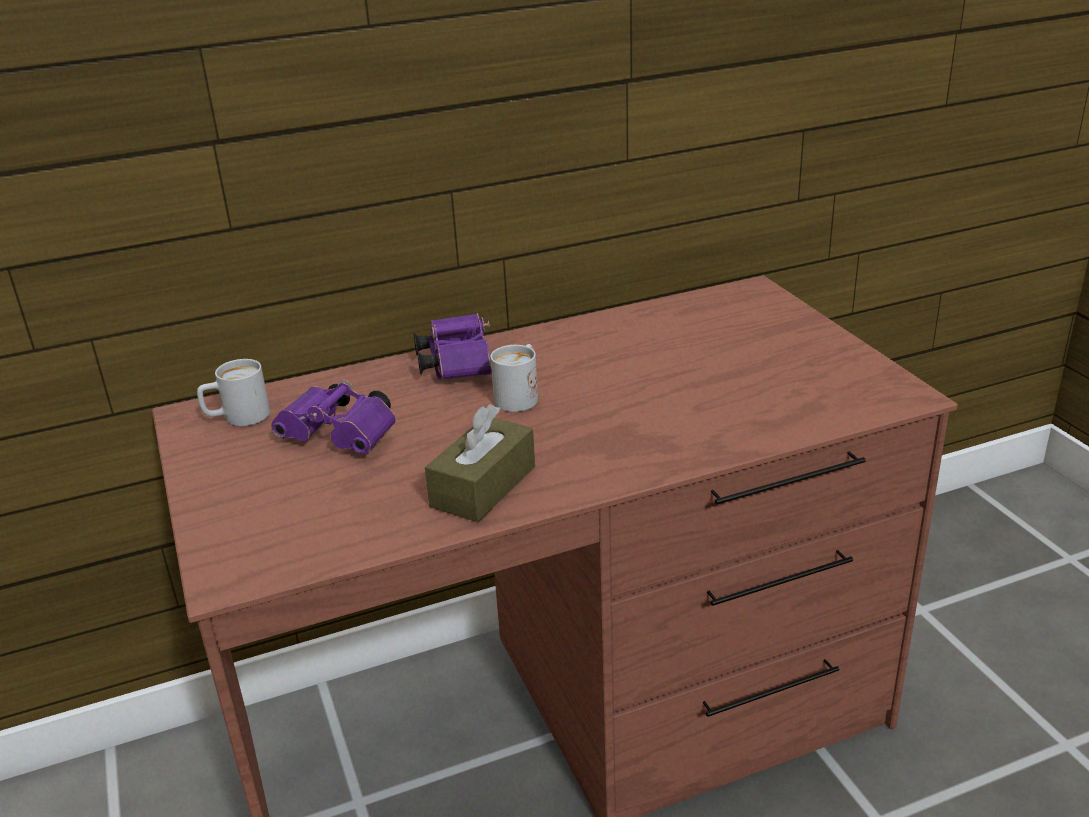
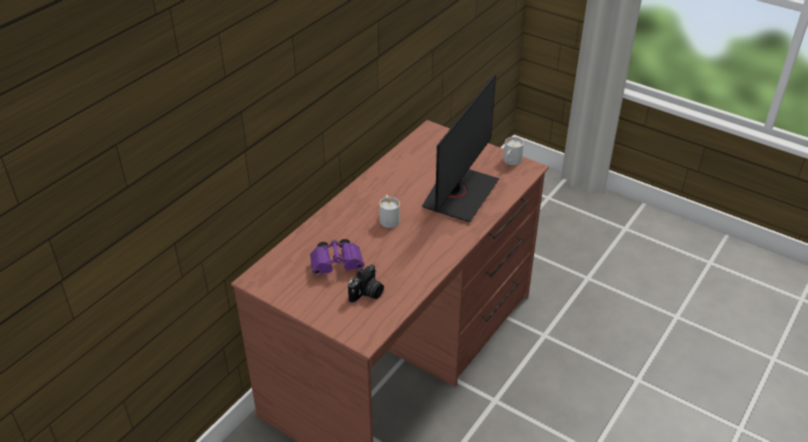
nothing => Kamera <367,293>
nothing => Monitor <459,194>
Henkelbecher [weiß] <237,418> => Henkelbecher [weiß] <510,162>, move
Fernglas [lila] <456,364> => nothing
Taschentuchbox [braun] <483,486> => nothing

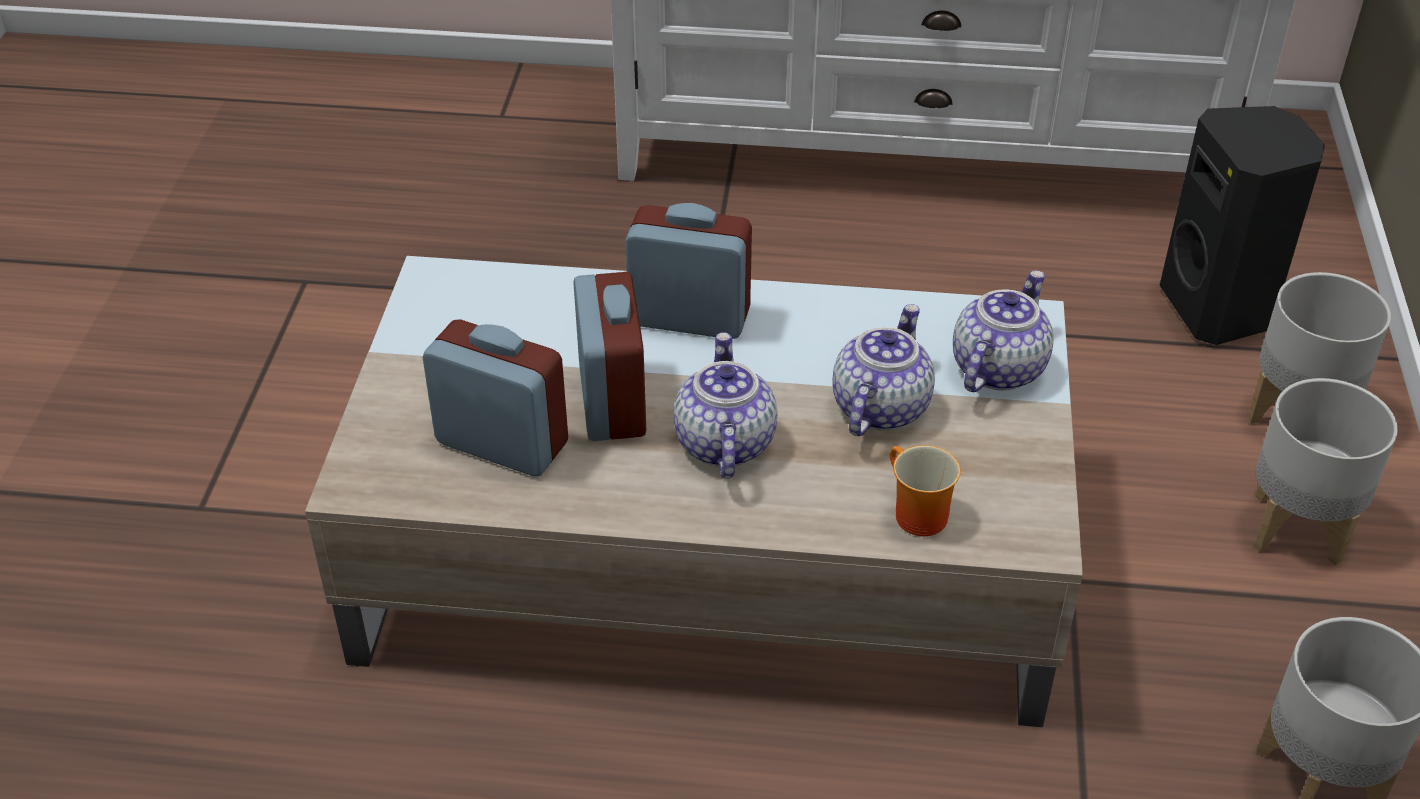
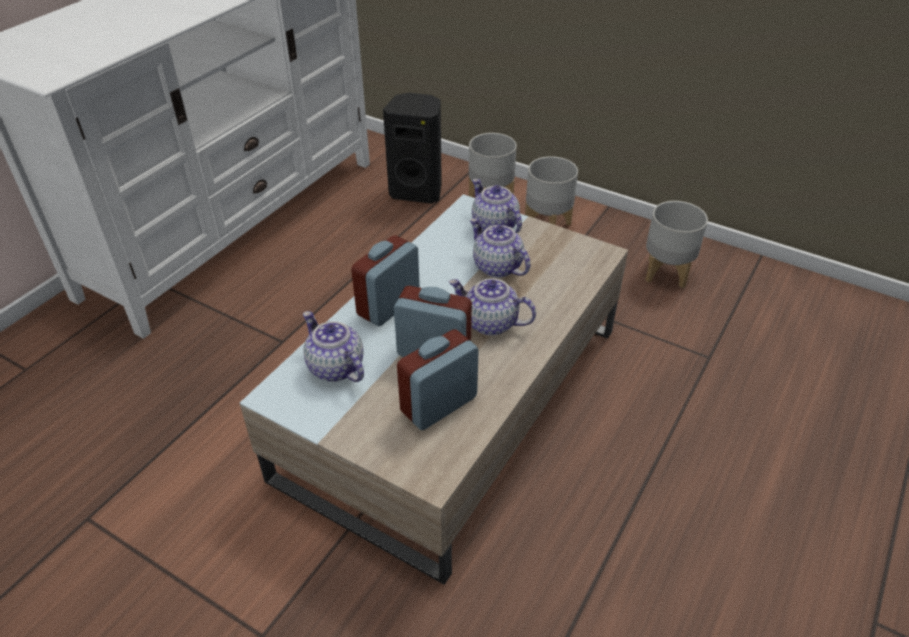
nothing => Teekanne <334,367>
Henkelbecher <913,515> => nothing

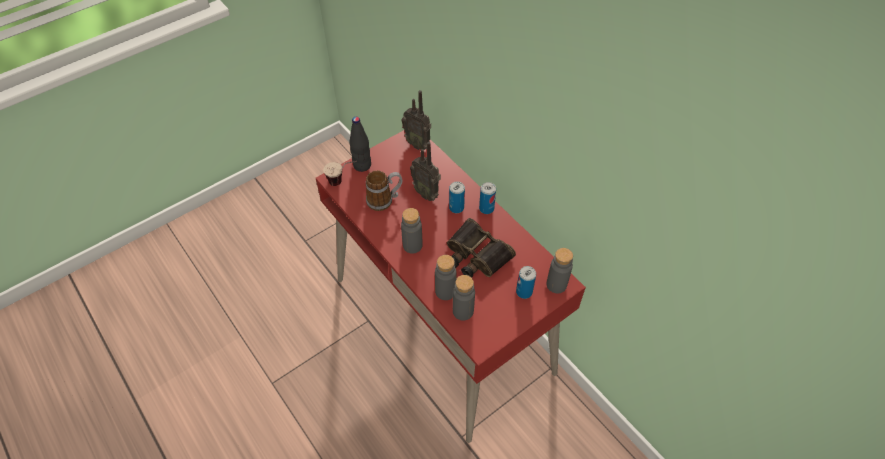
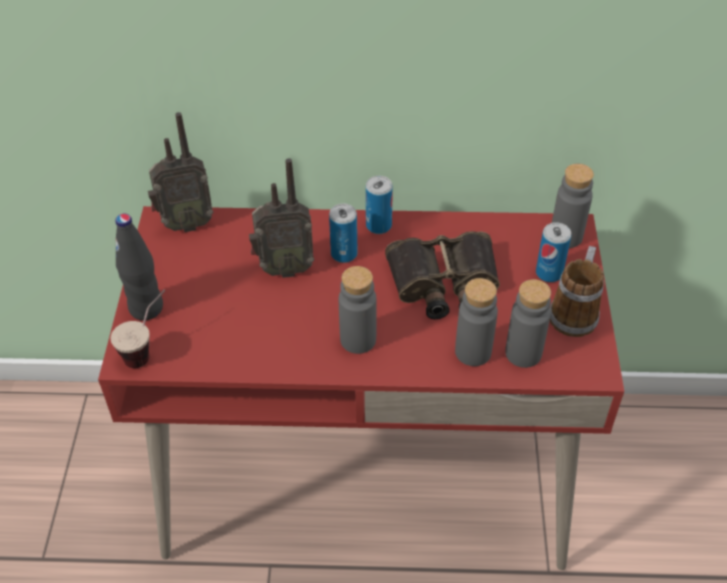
Henkelbecher <385,200> => Henkelbecher <575,311>, move

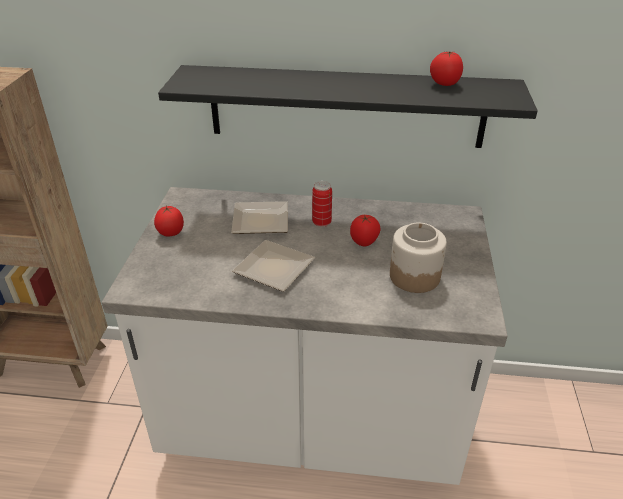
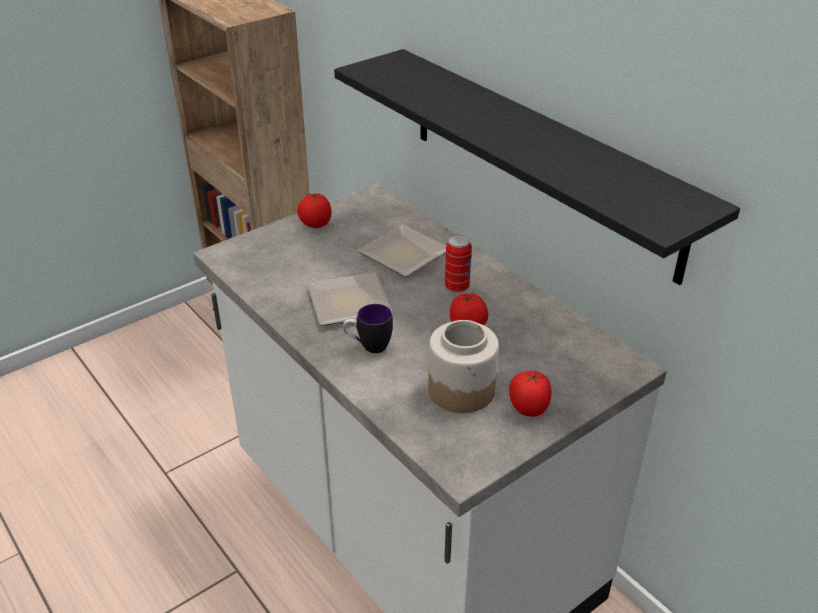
nothing => Henkelbecher <368,347>
Tomate <444,84> => Tomate <528,409>, move

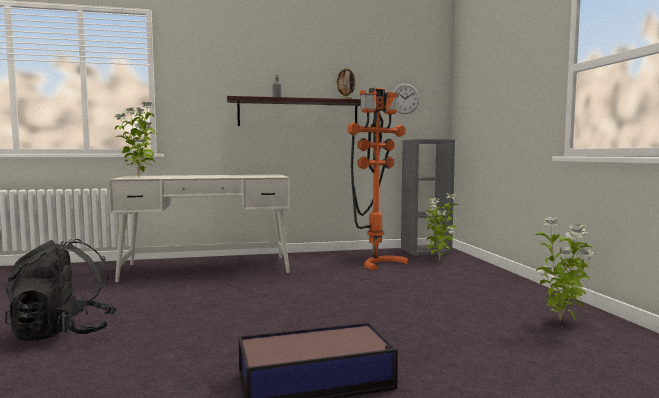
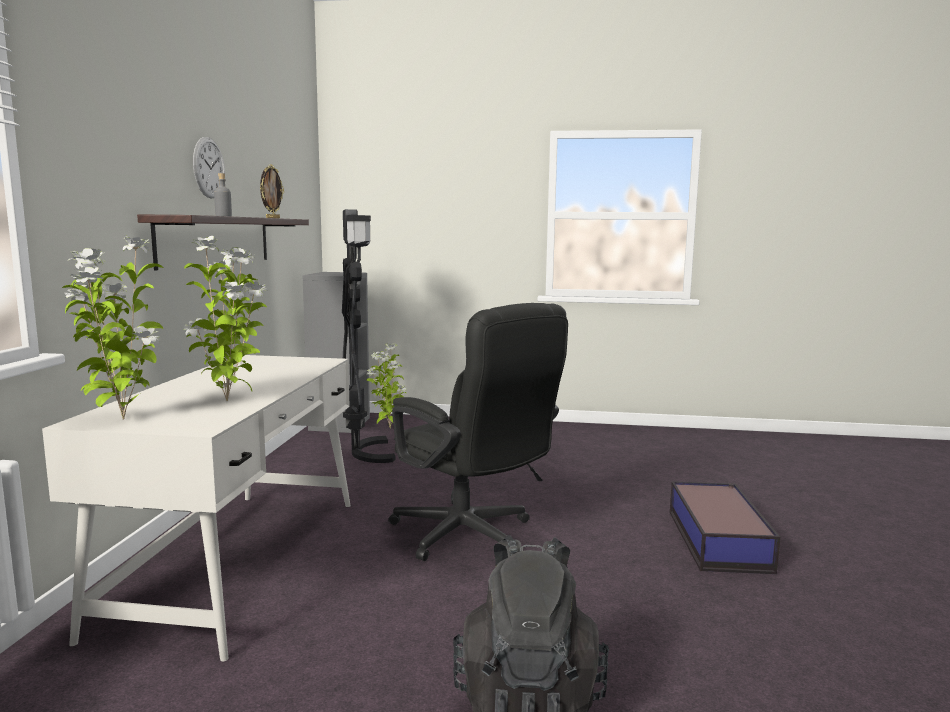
Topfpflanze <562,321> => Topfpflanze <230,400>, move
Wanduhr <405,98> => Wanduhr <209,167>, move
Stehlampe [orange] <377,262> => Stehlampe [schwarz] <360,453>
nothing => Bürostuhl [schwarz] <471,537>

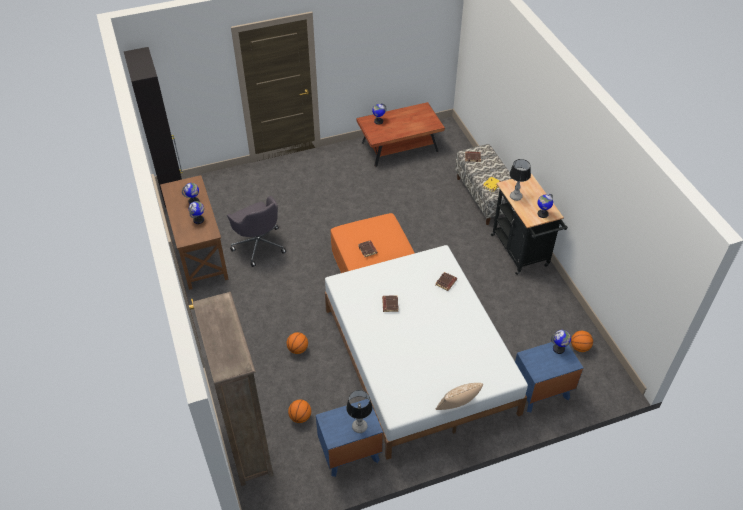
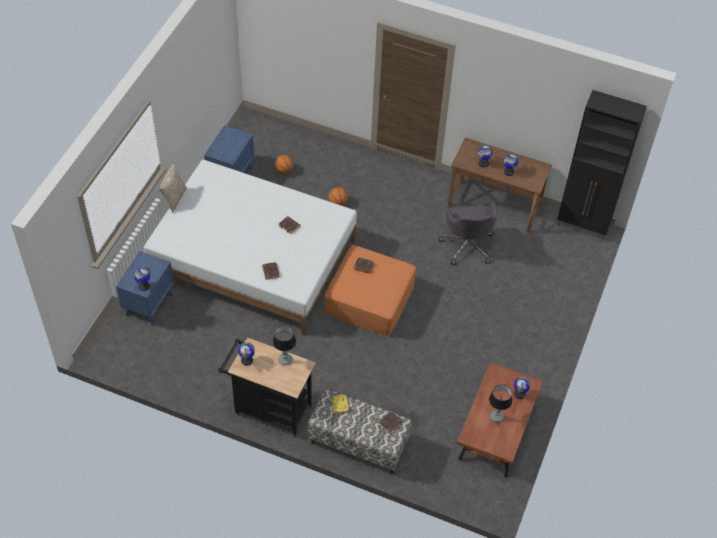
Bürostuhl [grau] <259,244> => Bürostuhl [grau] <467,245>, 105 degrees counterclockwise
Tischlampe <359,426> => Tischlampe <496,417>, move
Bücherregal [braun] <247,444> => nothing
Basketball <579,347> => nothing

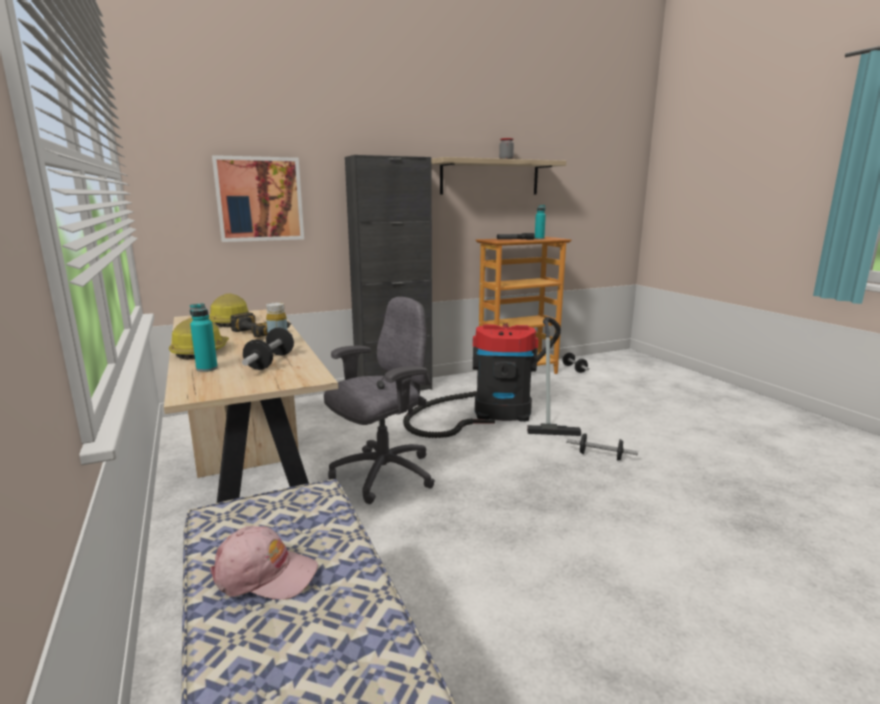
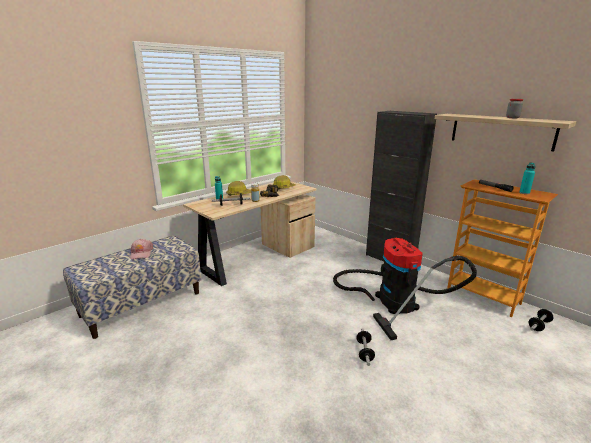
Bild <259,199> => nothing
Bürostuhl [grau] <382,475> => nothing

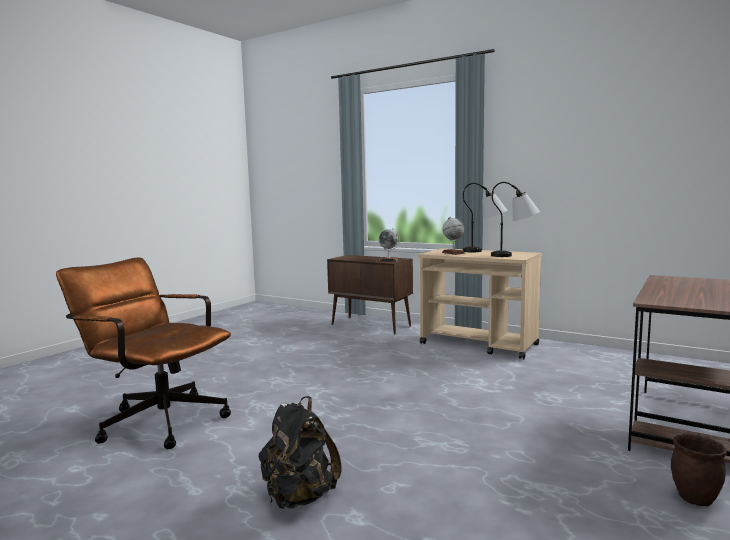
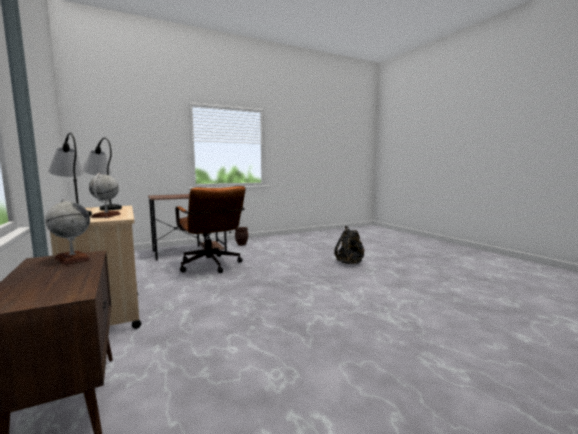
Bürostuhl [braun] <156,419> => Bürostuhl [braun] <211,266>, move

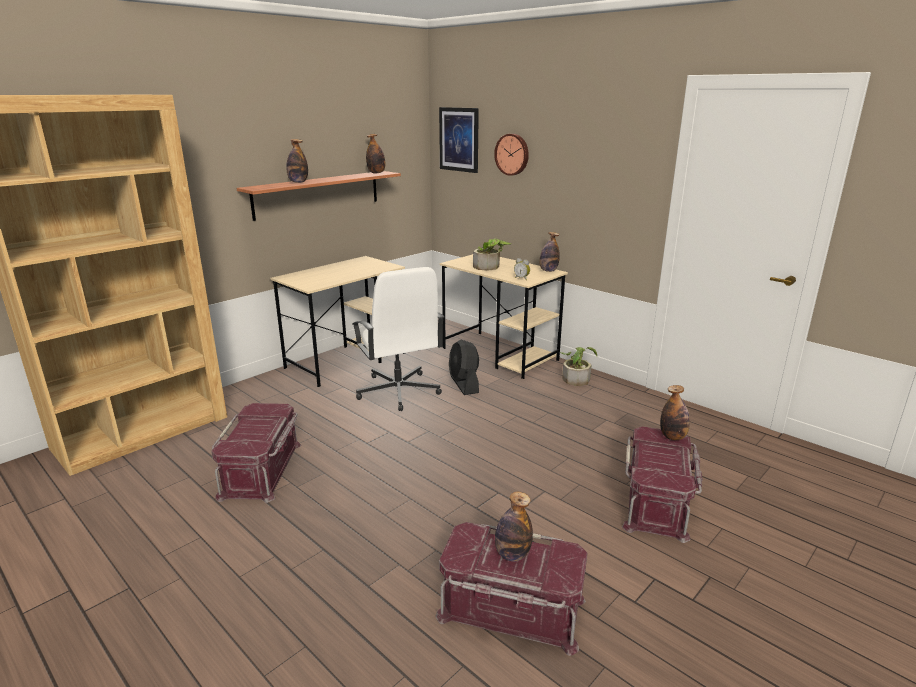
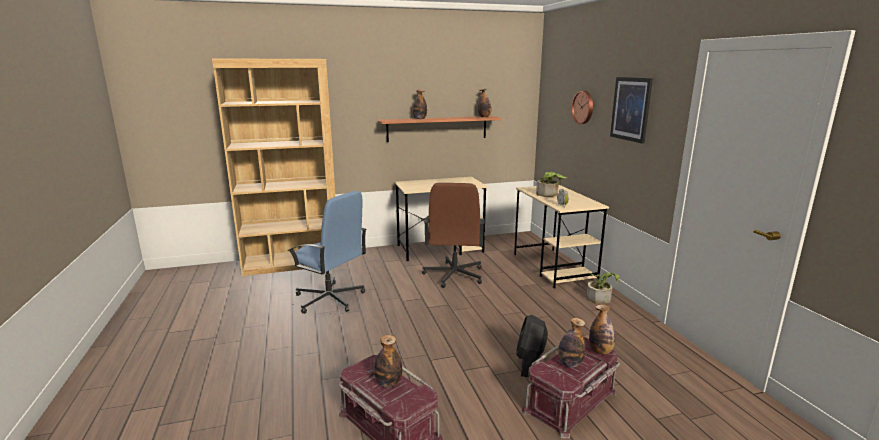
Aufbewahrungsbox [rot] <262,470> => Bürostuhl [blau] <330,299>
Bürostuhl [weiß] <398,391> => Bürostuhl [braun] <454,275>
Ventilator [schwarz] <464,384> => Ventilator [schwarz] <530,363>, move
Flasche <548,270> => Flasche <569,364>, move
Bild <459,139> => Bild <631,109>, move

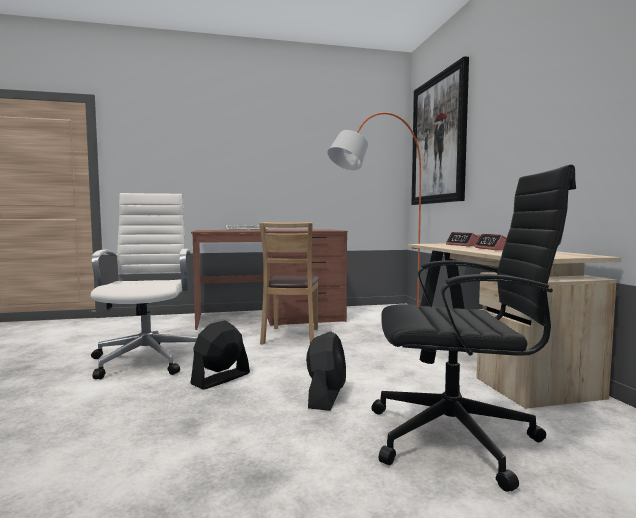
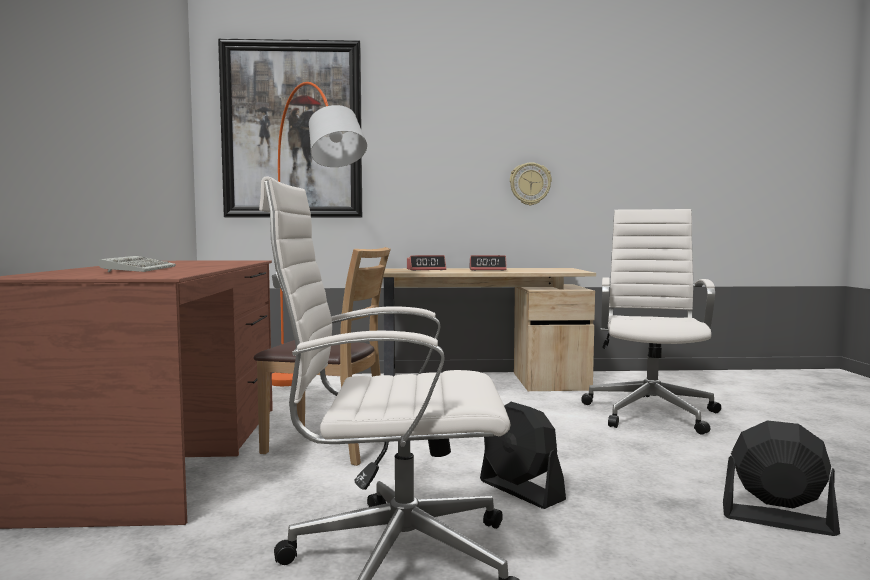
nothing => Wanduhr <530,184>
Bürostuhl [schwarz] <458,438> => Bürostuhl [weiß] <651,412>
Ventilator [schwarz] <326,396> => Ventilator [schwarz] <777,519>, move

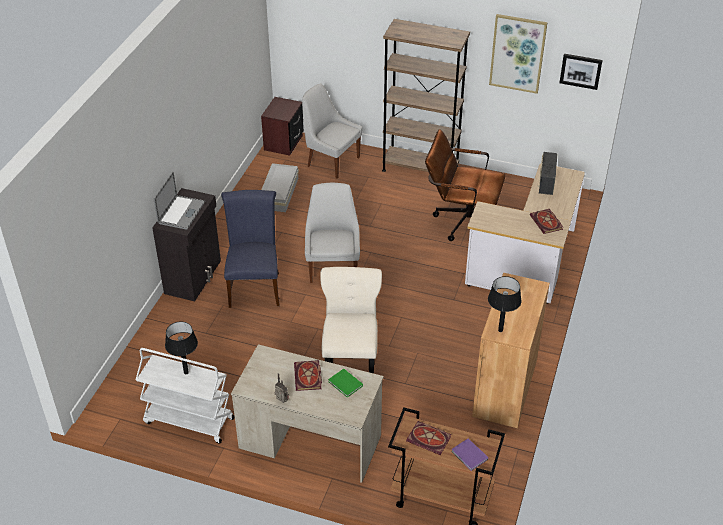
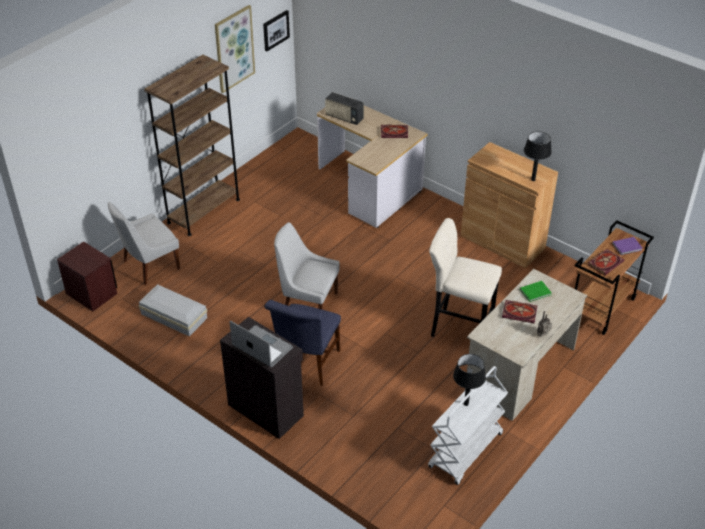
Stuhl [blau] <255,287> => Stuhl [blau] <306,365>, 90 degrees counterclockwise
Bürostuhl [braun] <461,221> => nothing

